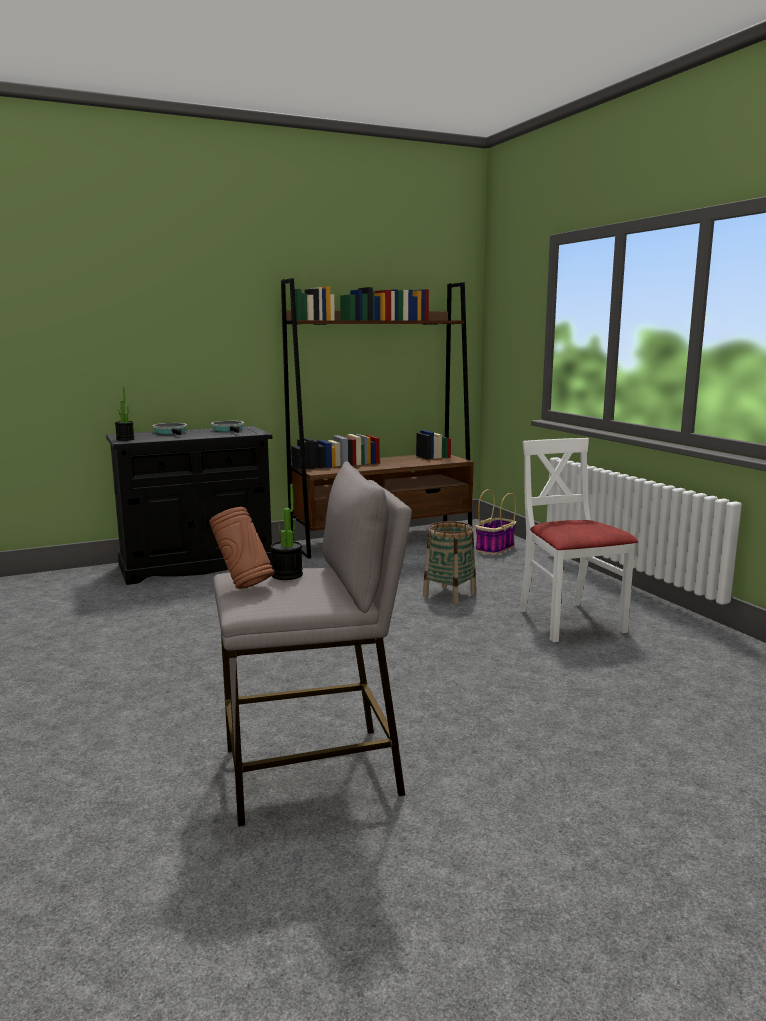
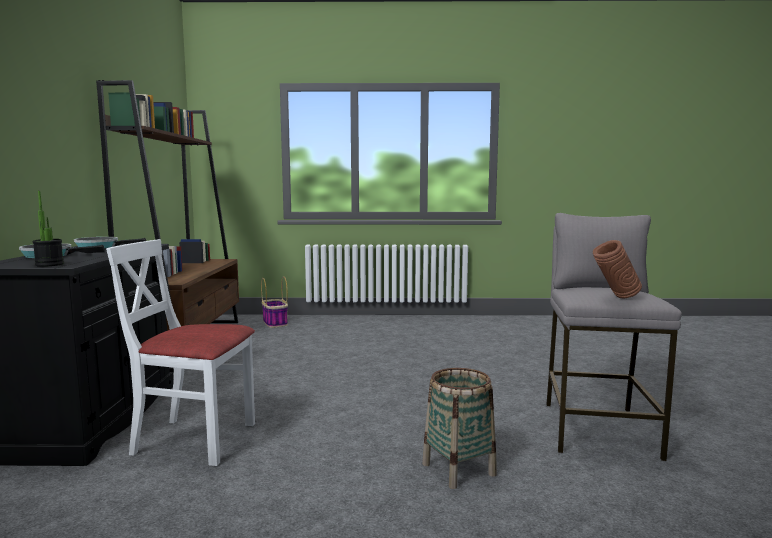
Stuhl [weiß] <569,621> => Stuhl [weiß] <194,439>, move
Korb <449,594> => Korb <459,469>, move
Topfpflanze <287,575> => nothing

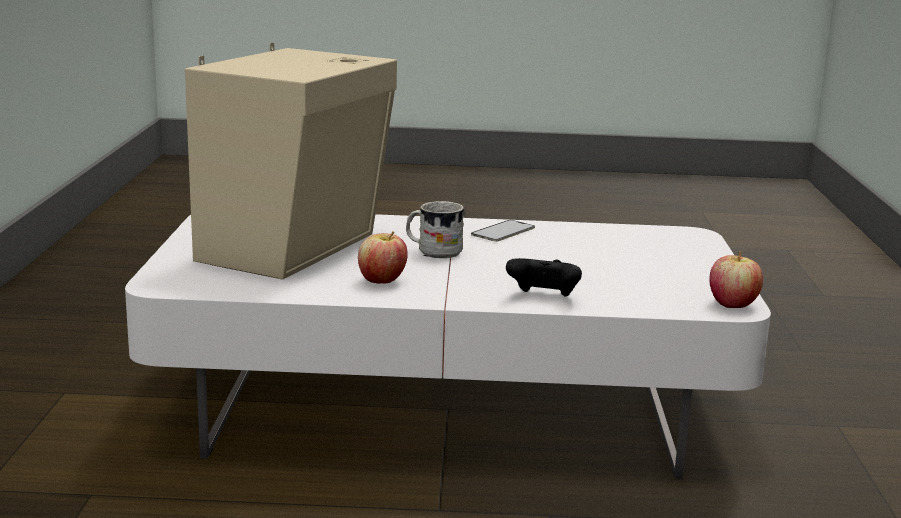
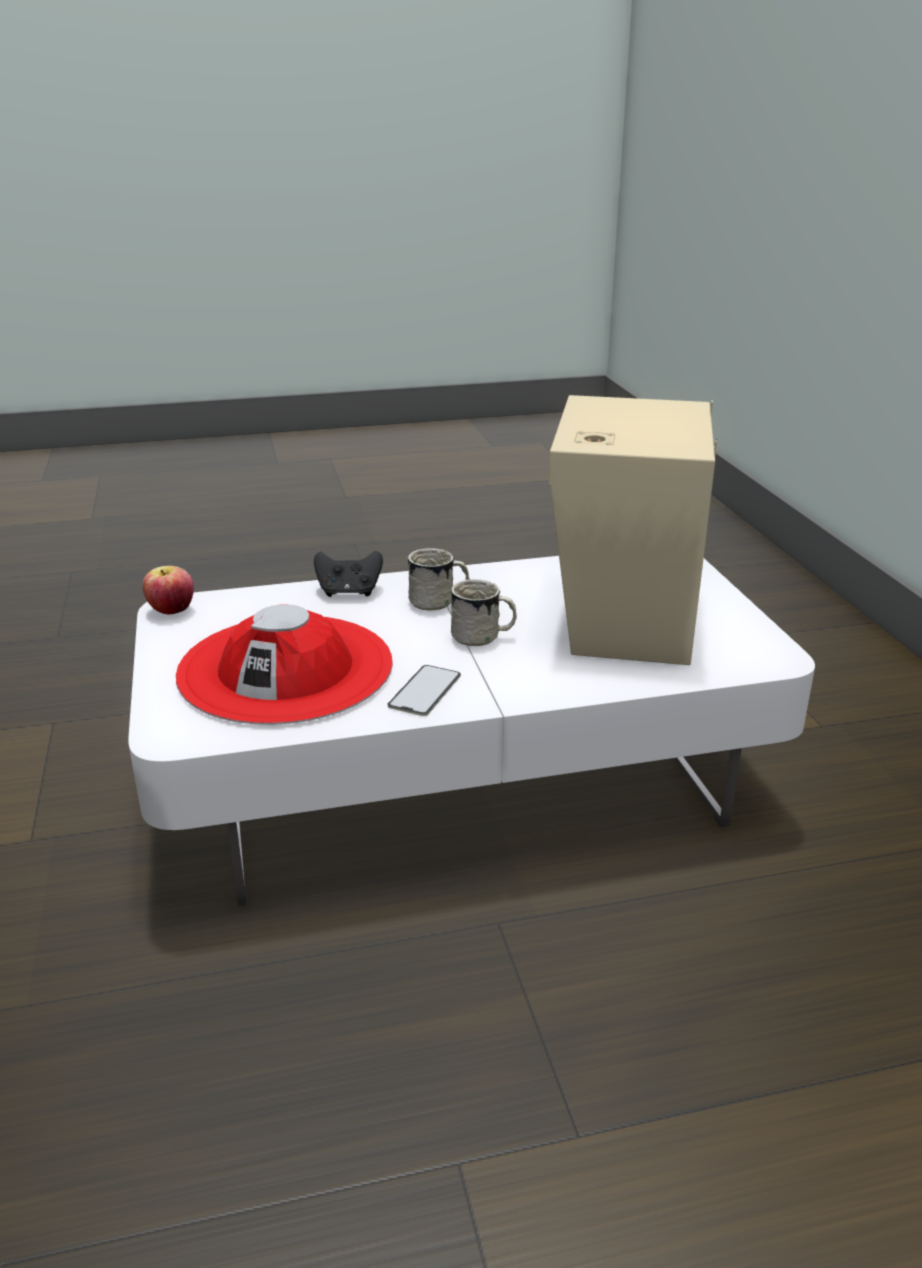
nothing => Hut [rot] <286,668>
nothing => Henkelbecher [weiß] <439,602>
Apfel <382,281> => nothing

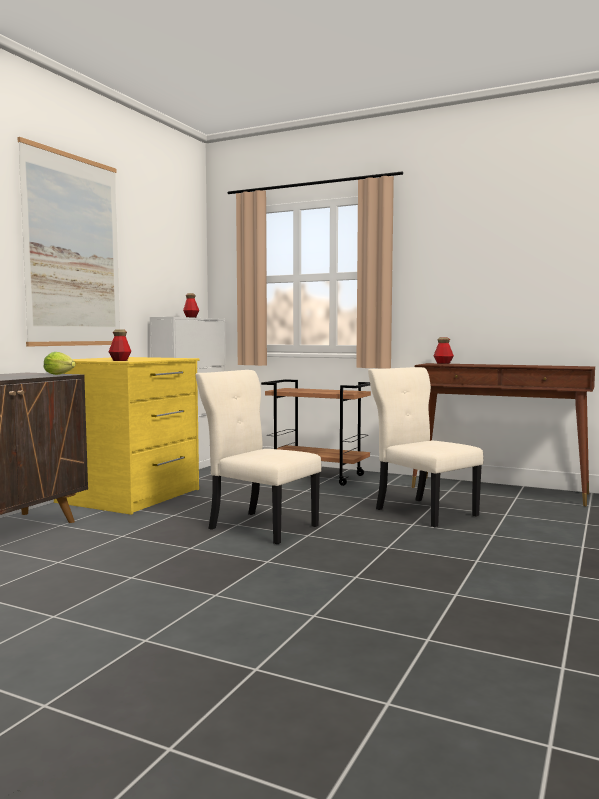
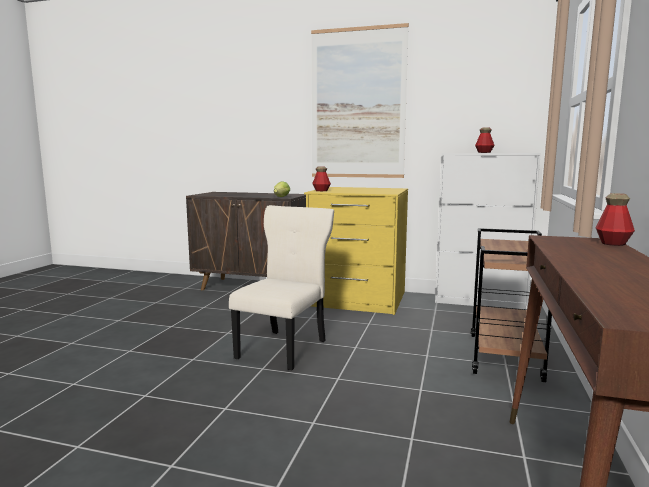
Stuhl [beige] <423,511> => nothing

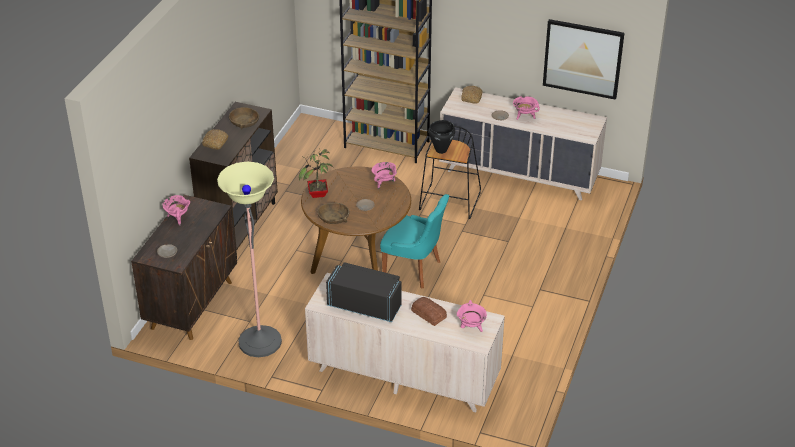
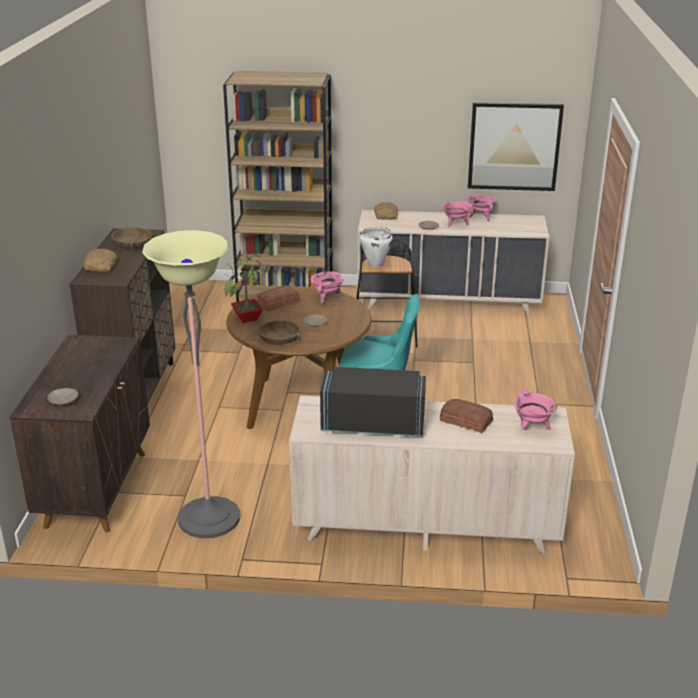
nothing => Brot <277,303>
Kochtopf [schwarz] <440,150> => Kochtopf [weiß] <375,265>
Kochtopf [rosa] <177,218> => Kochtopf [rosa] <480,217>, move

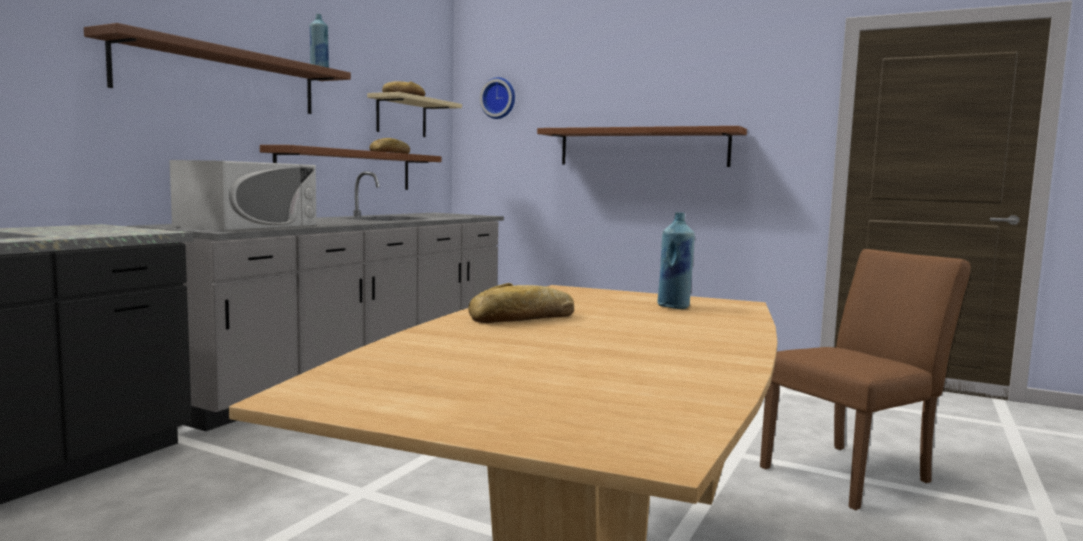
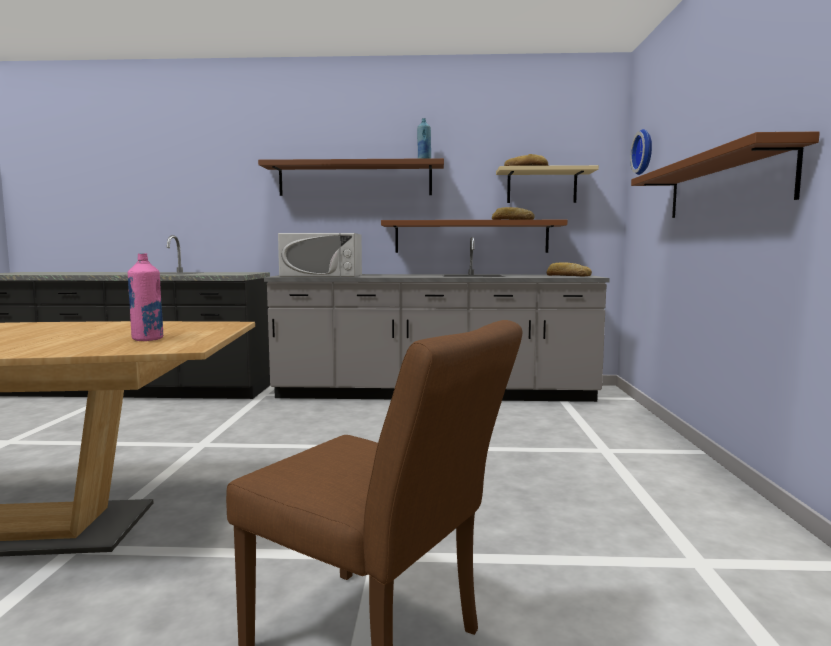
Flasche [blau] <674,307> => Flasche [rosa] <147,339>
Brot <524,318> => Brot <568,276>, move

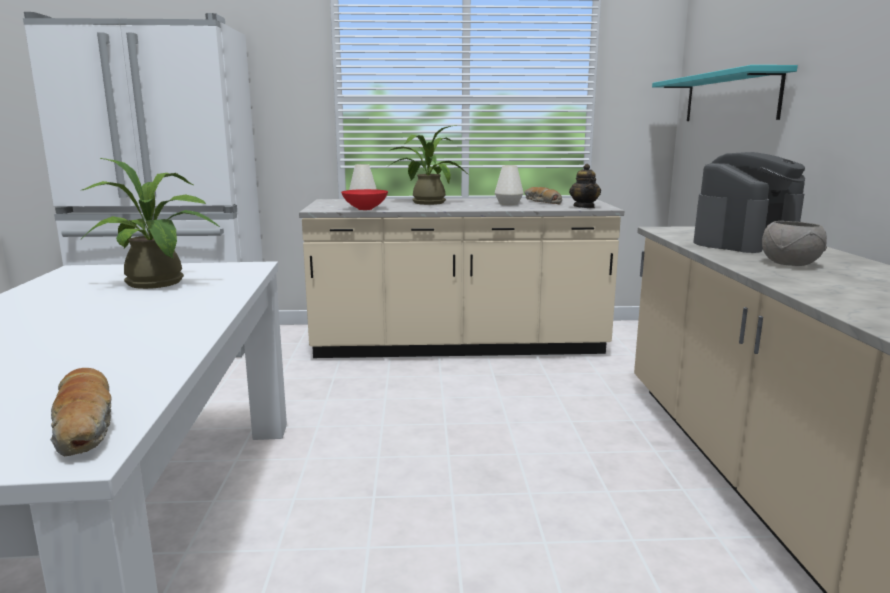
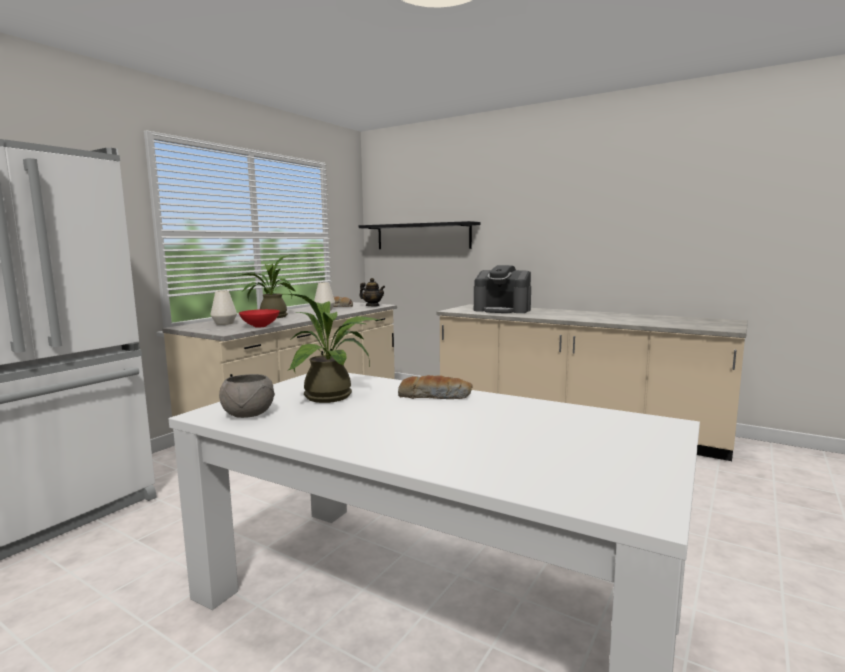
Schüssel [grau] <790,264> => Schüssel [grau] <249,414>, move
Wandregal [türkis] <729,98> => Wandregal [schwarz] <422,236>
Brot <86,426> => Brot <435,396>, move
Kaffeemaschine <746,242> => Kaffeemaschine <502,310>, 120 degrees clockwise

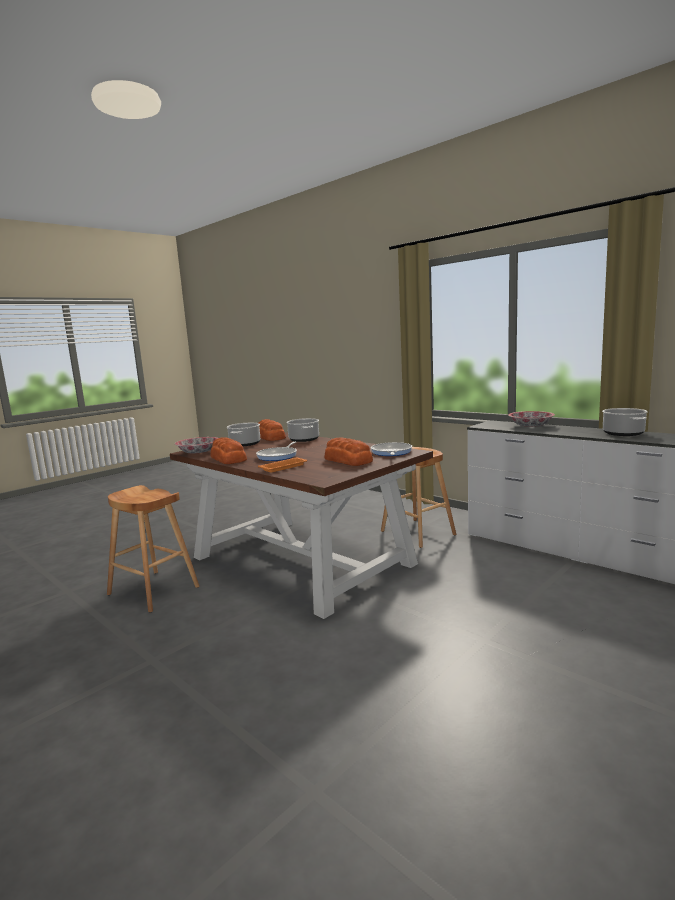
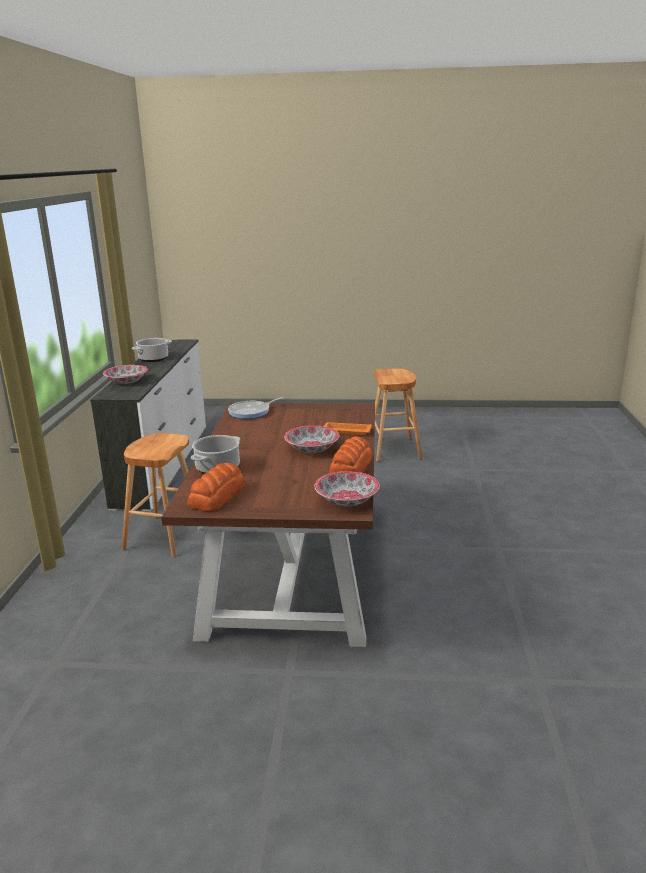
Pfanne <278,456> => Schüssel <311,449>
Hocker [braun] <153,590> => Hocker [braun] <394,449>, move
Kochtopf <245,444> => nothing
Brot <348,460> => nothing

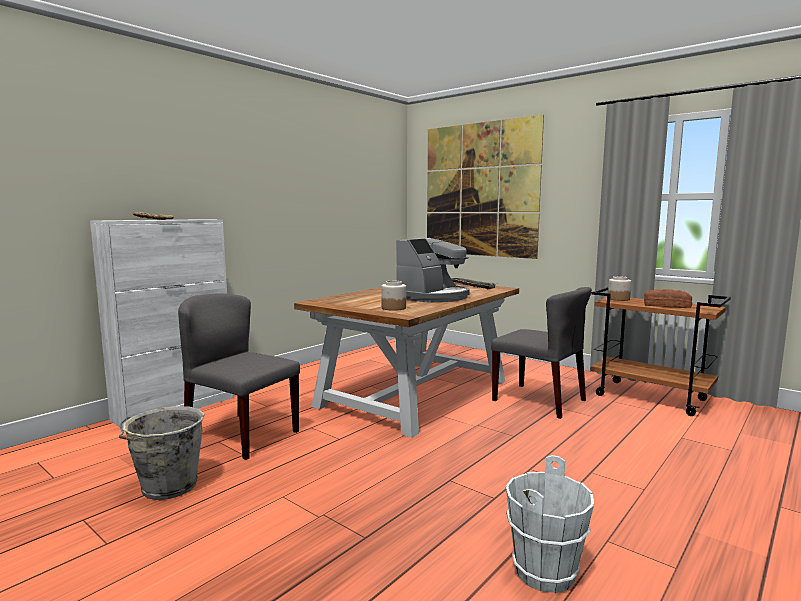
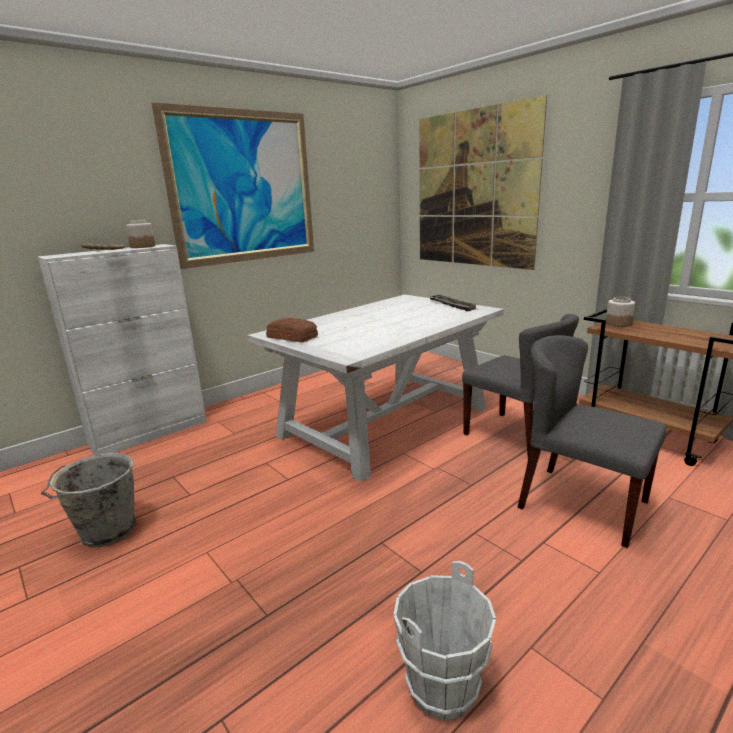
Vorratsglas <393,308> => Vorratsglas <142,247>, move
nothing => Bild <244,187>
Esstisch [braun] <415,393> => Esstisch [weiß] <386,421>
Brot <666,305> => Brot <292,336>, move
Stuhl [grau] <241,435> => Stuhl [grau] <581,504>, move
Kaffeemaschine <433,297> => nothing

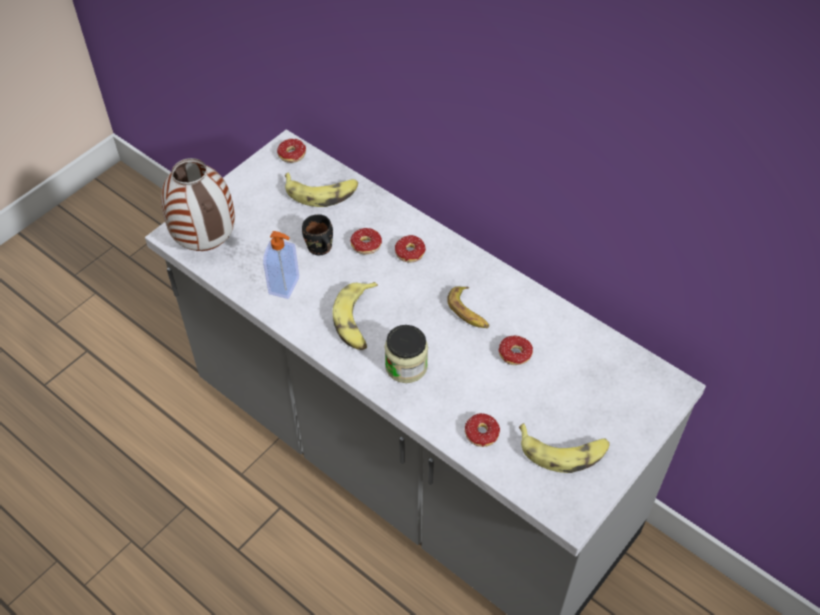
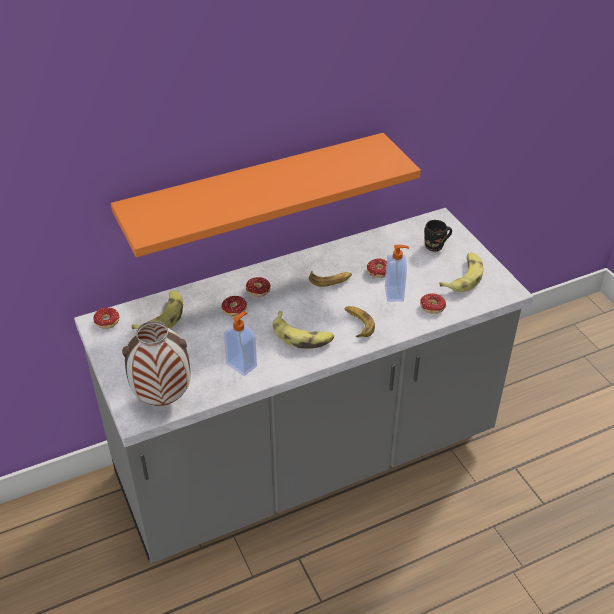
nothing => Wandregal [orange] <255,194>
Vorratsglas <406,366> => Banane <357,324>
nothing => Seifenspender <395,294>
Henkelbecher [schwarz] <319,249> => Henkelbecher [schwarz] <435,247>, move

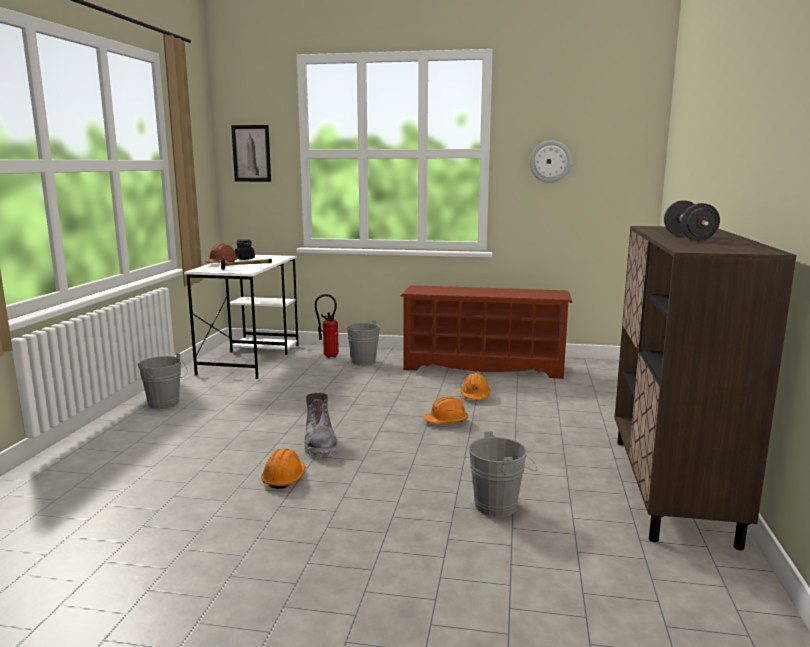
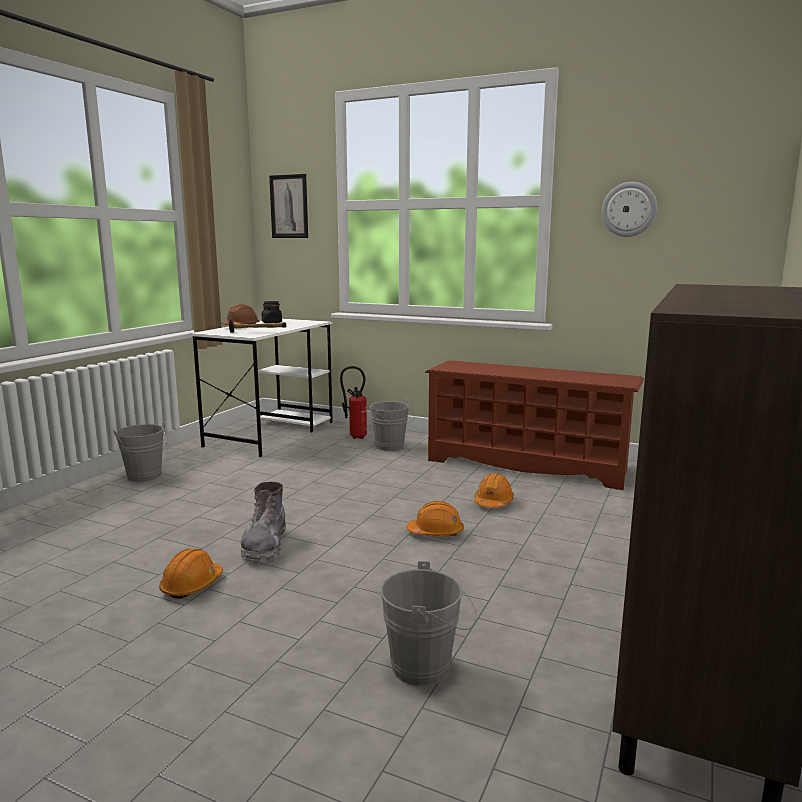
Hantel [schwarz] <689,237> => nothing

